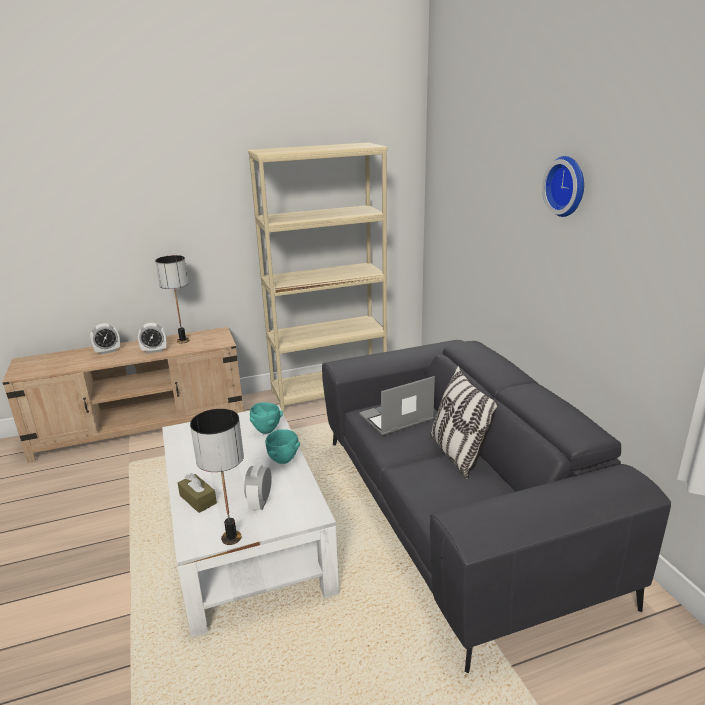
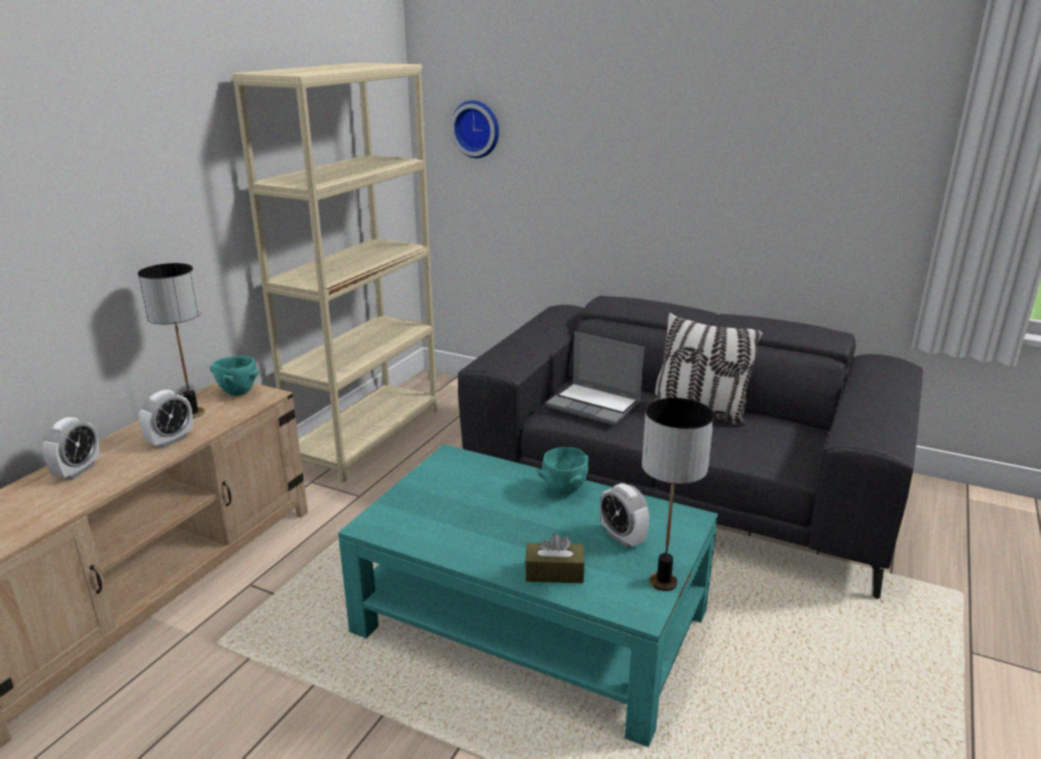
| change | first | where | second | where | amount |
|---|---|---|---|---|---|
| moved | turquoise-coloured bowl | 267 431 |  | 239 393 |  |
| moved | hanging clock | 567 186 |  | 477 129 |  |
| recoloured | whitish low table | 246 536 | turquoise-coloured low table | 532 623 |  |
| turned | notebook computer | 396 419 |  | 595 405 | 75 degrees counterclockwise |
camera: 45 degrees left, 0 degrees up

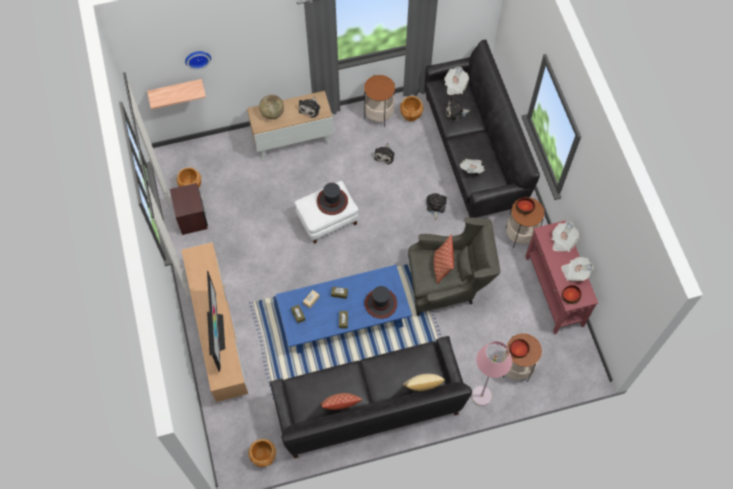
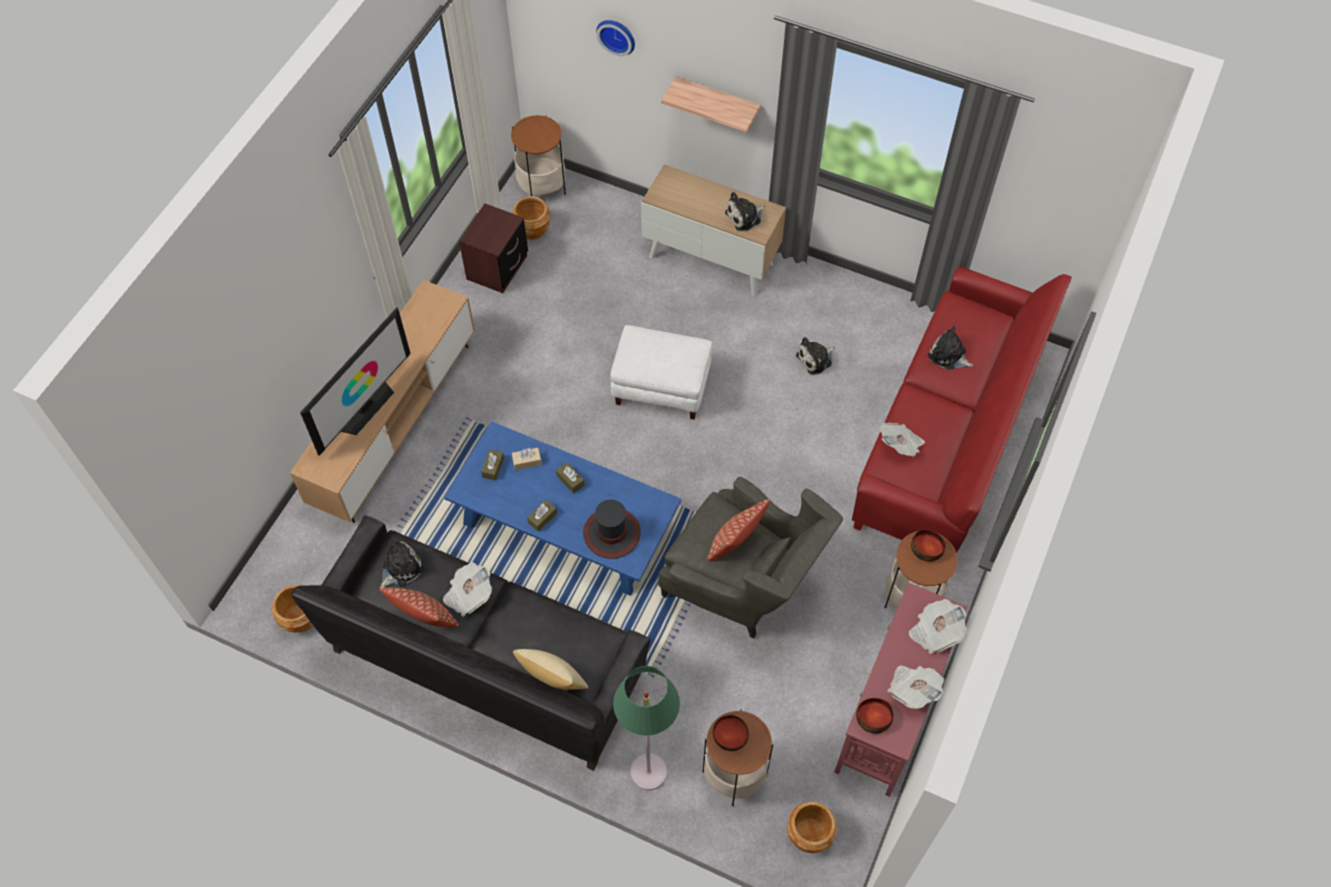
| change | first | where | second | where | amount |
|---|---|---|---|---|---|
| removed | desk globe | 272 113 |  |  |  |
| removed | wearable hat | 332 201 |  |  |  |
| moved | wall shelf | 176 90 |  | 717 102 |  |
| moved | accent table | 378 114 |  | 542 187 |  |
| moved | brownish flower pot | 411 115 |  | 809 834 |  |
| moved | cuddly toy | 435 206 |  | 401 568 |  |
| moved | daily paper | 455 85 |  | 468 595 |  |
| recoloured | black sofa | 473 152 | red-coloured sofa | 946 439 |  |
| recoloured | pink-coloured floor lamp | 481 396 | greenish floor lamp | 648 772 |  |
camera: 40 degrees right, 5 degrees down

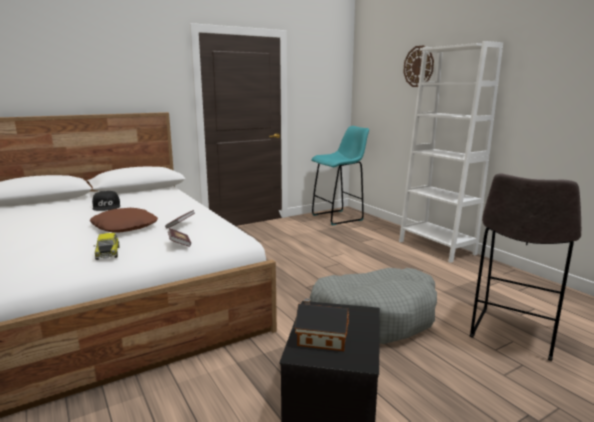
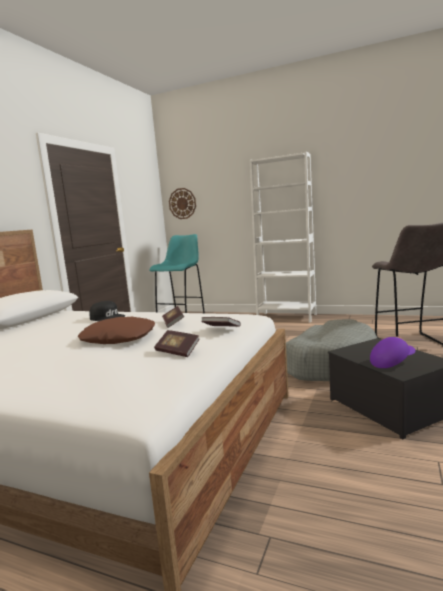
| change | first | where | second | where | amount |
|---|---|---|---|---|---|
| moved | black cap | 107 206 |  | 108 317 |  |
| moved | hanging clock | 418 66 |  | 182 203 |  |
| replaced | miniature car | 107 253 | bound book | 177 352 |  |
| replaced | miniature house | 320 339 | purple cap | 391 362 |  |
camera: 35 degrees left, 5 degrees down

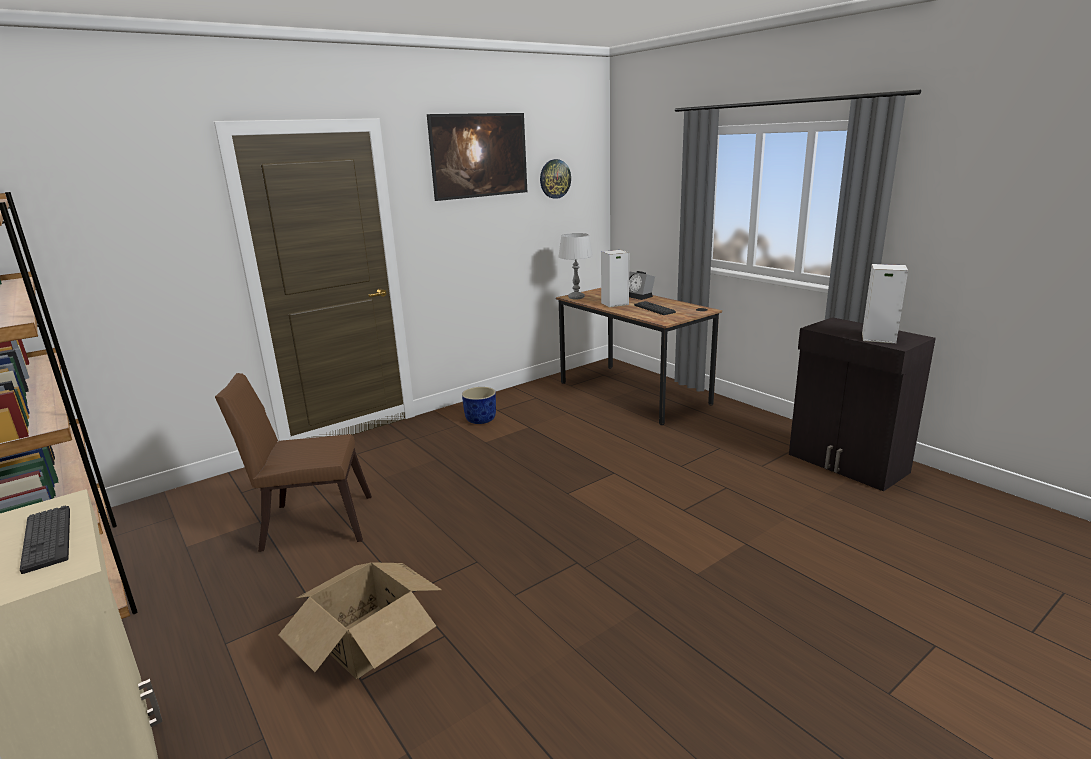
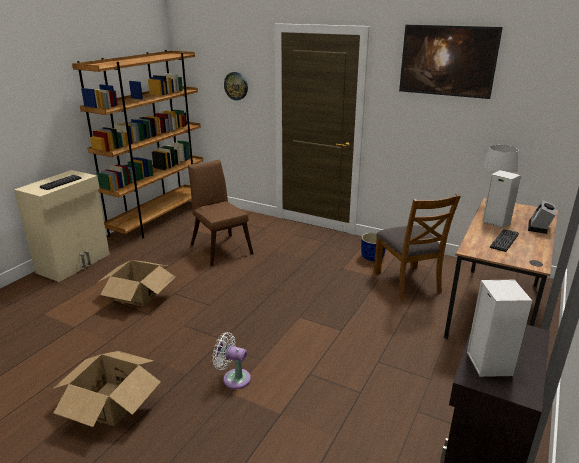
| change | first | where | second | where | amount |
|---|---|---|---|---|---|
| added |  |  | carton | 110 403 |  |
| added |  |  | whitish cooling fan | 234 378 |  |
| added |  |  | brownish plain chair | 407 282 |  |
| moved | hanging clock | 555 179 |  | 236 86 |  |
camera: 65 degrees right, 5 degrees up

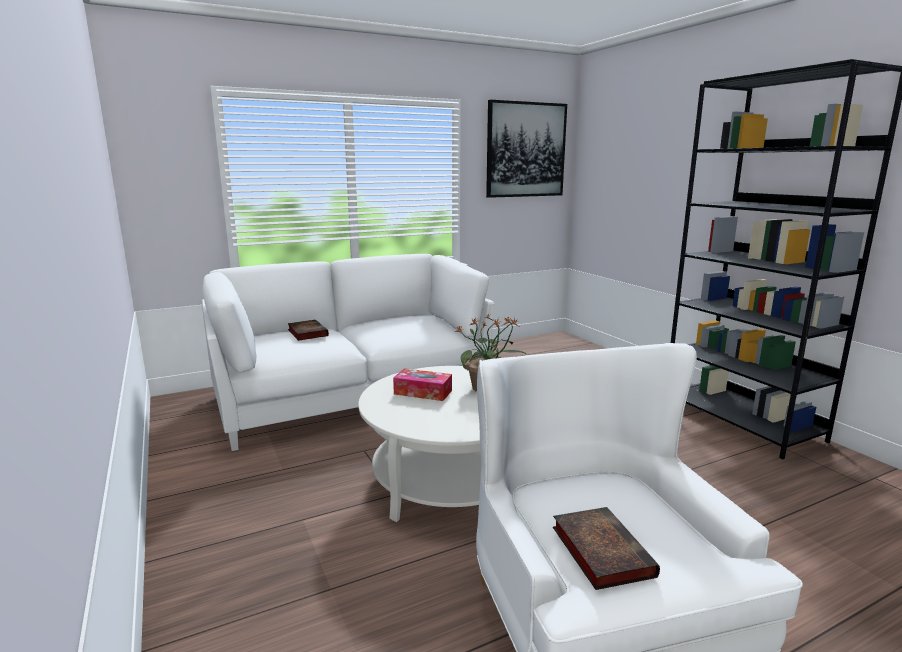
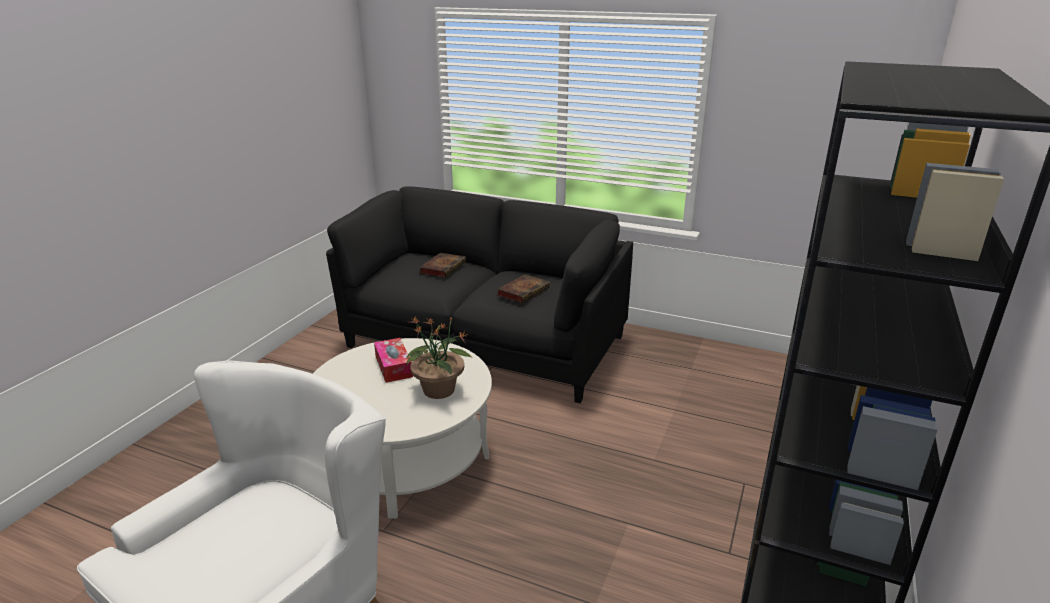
| change | first | where | second | where | amount |
|---|---|---|---|---|---|
| removed | wall picture | 525 150 |  |  |  |
| moved | bound book | 599 550 |  | 523 291 |  |
| recoloured | whitish sofa | 350 397 | black sofa | 485 342 |  |
camera: 50 degrees right, 10 degrees up

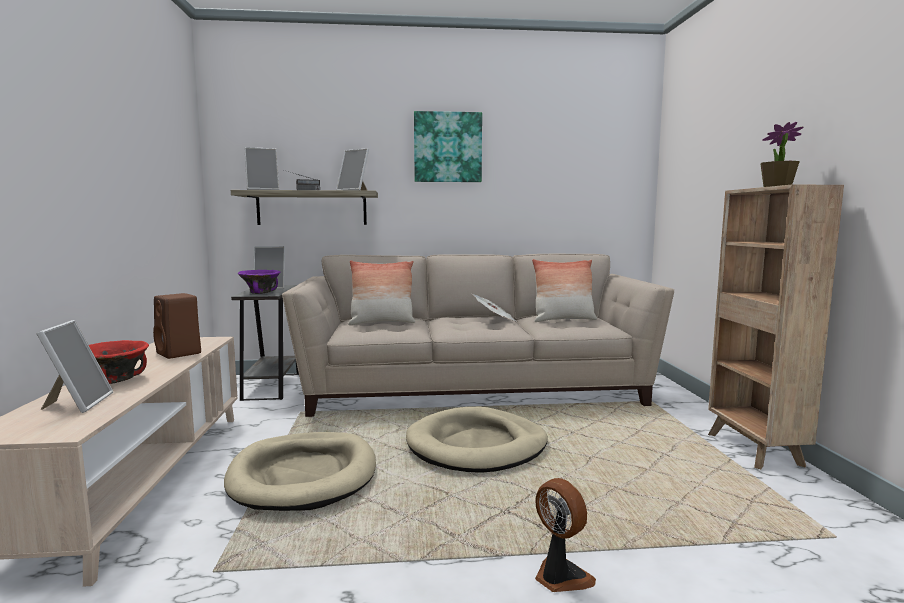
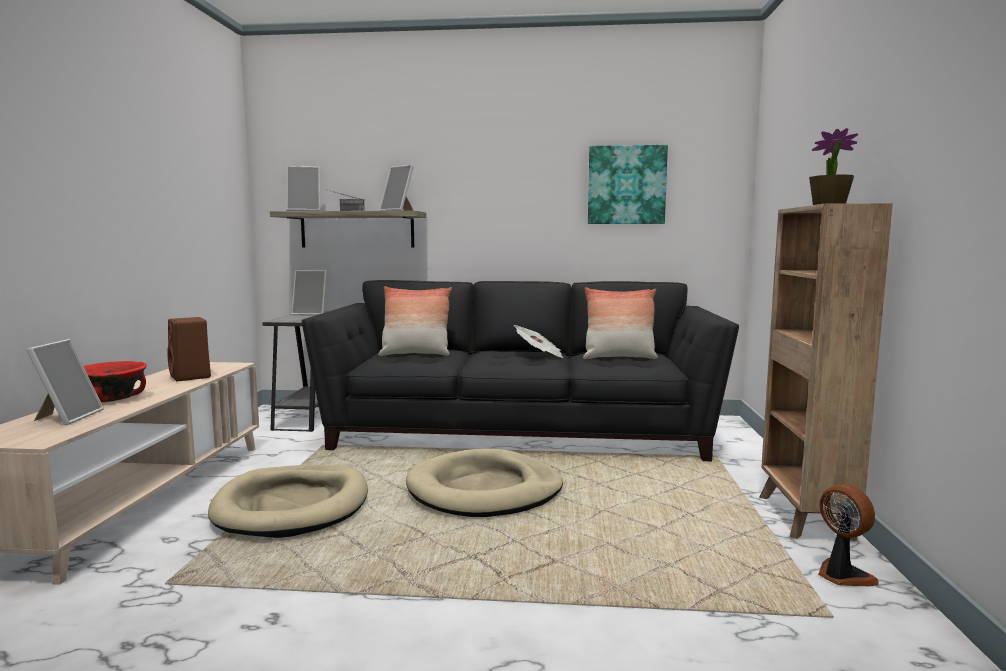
| change | first | where | second | where | amount |
|---|---|---|---|---|---|
| removed | purple bowl | 260 293 |  |  |  |
| moved | wall picture | 447 147 |  | 626 185 |  |
| moved | cooling fan | 560 577 |  | 842 575 |  |
| recoloured | beige sofa | 474 388 | black sofa | 519 431 |  |
camera: 10 degrees right, 0 degrees up

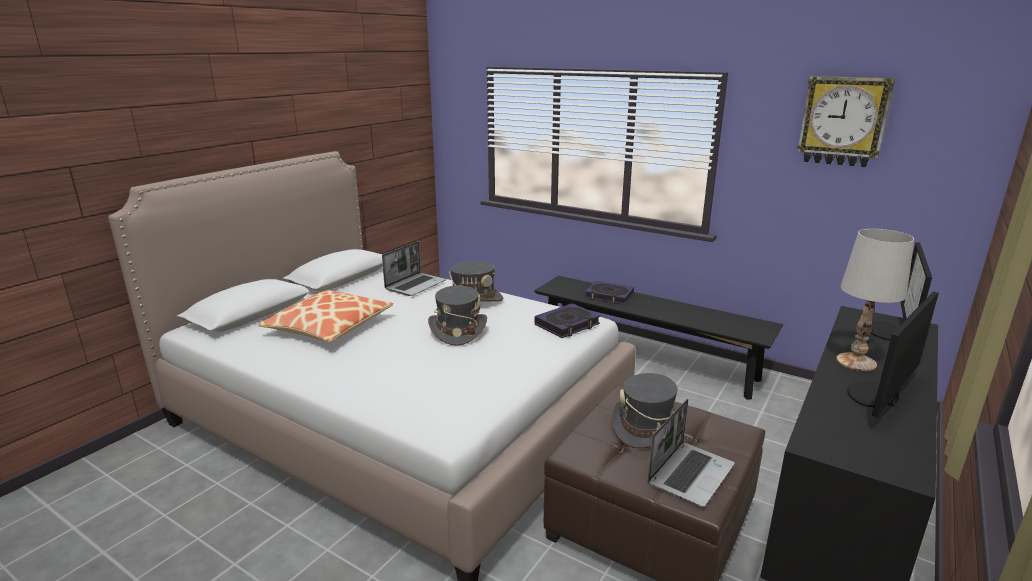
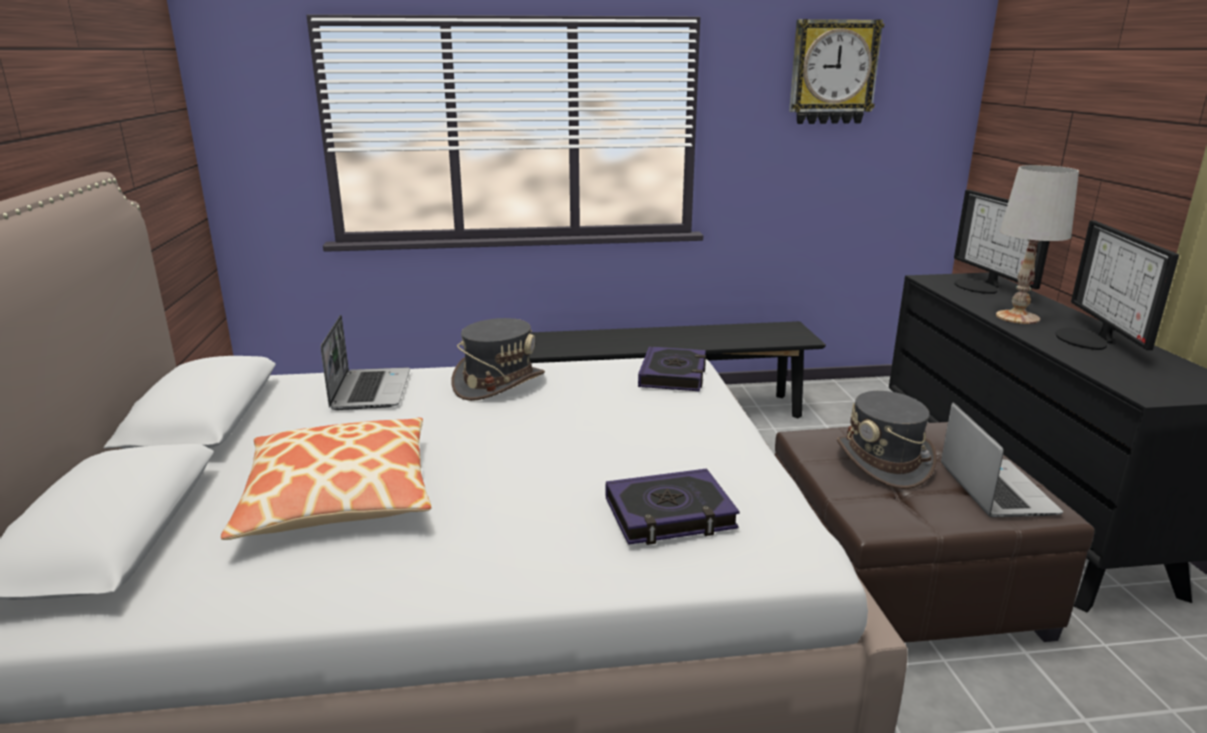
| change | first | where | second | where | amount |
|---|---|---|---|---|---|
| removed | grey wearable hat | 458 330 |  |  |  |
| moved | bound book | 609 296 |  | 669 514 |  |
camera: 40 degrees left, 0 degrees up

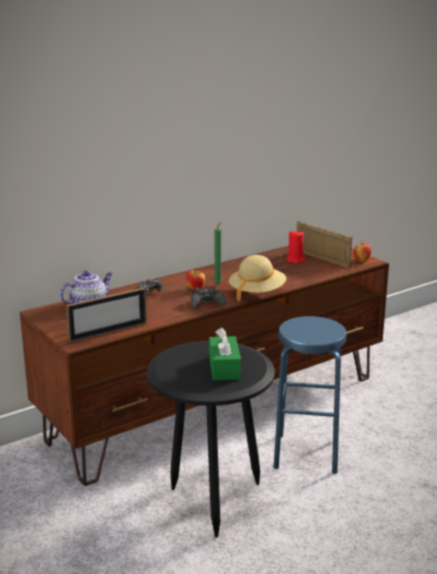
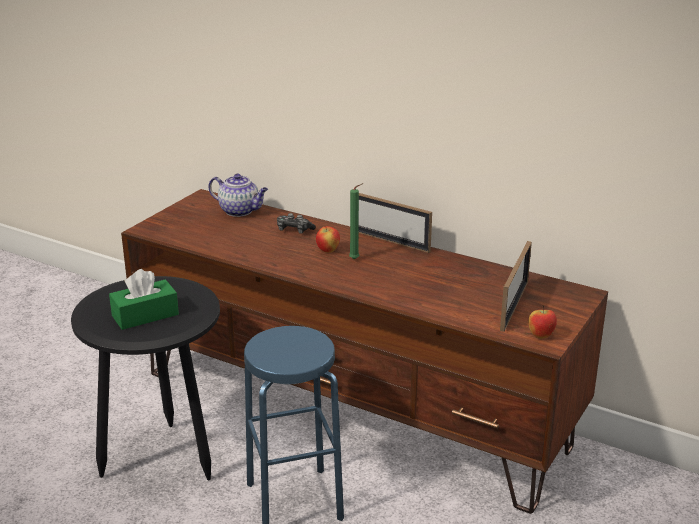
| change | first | where | second | where | amount |
|---|---|---|---|---|---|
| removed | black joypad | 207 303 |  |  |  |
| removed | beige wearable hat | 257 293 |  |  |  |
| removed | red-coloured wax light | 295 260 |  |  |  |
| moved | photo frame | 108 332 |  | 389 240 |  |
camera: 65 degrees right, 5 degrees up

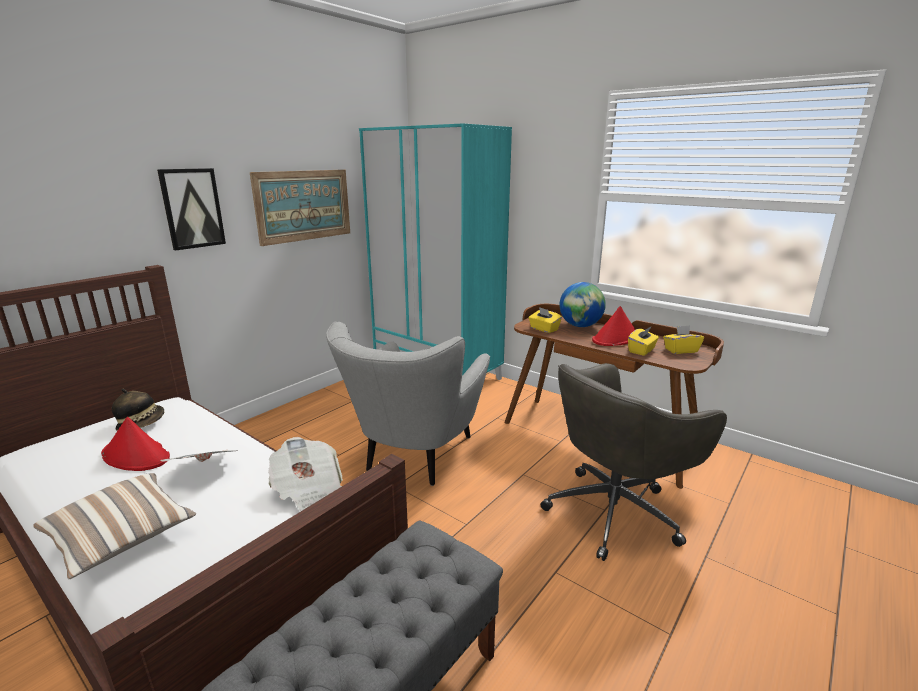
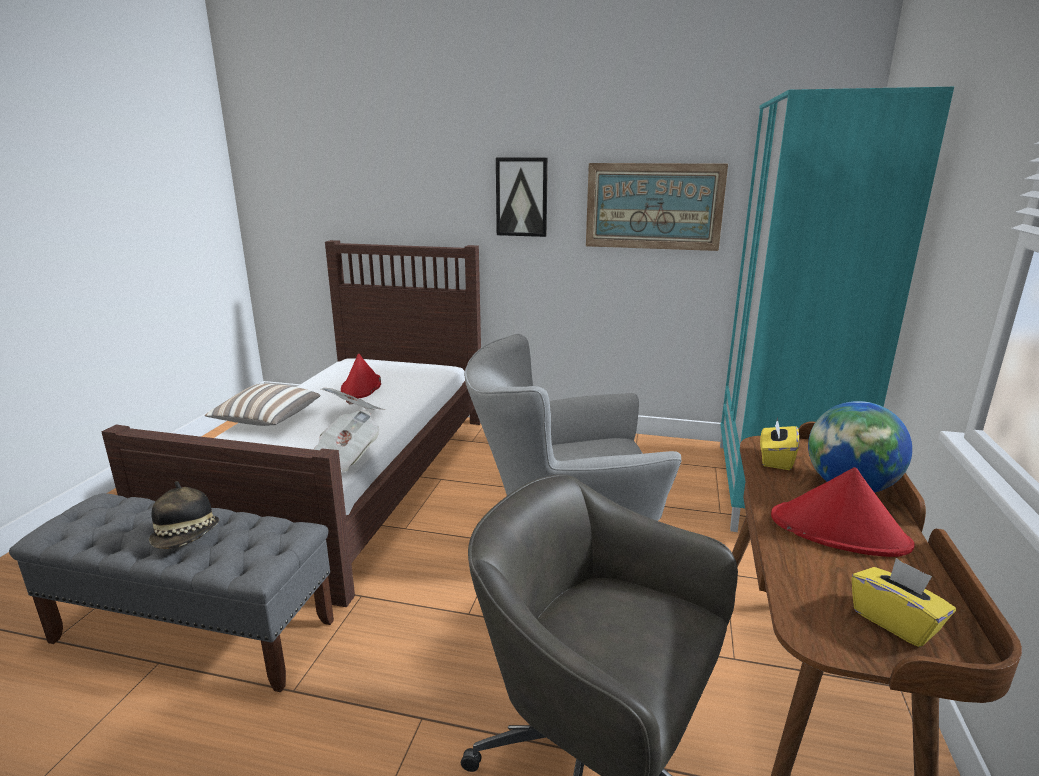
| change | first | where | second | where | amount |
|---|---|---|---|---|---|
| removed | yellow tissue box | 642 350 |  |  |  |
| moved | wearable hat | 142 423 |  | 187 538 |  |
camera: 65 degrees right, 0 degrees up

